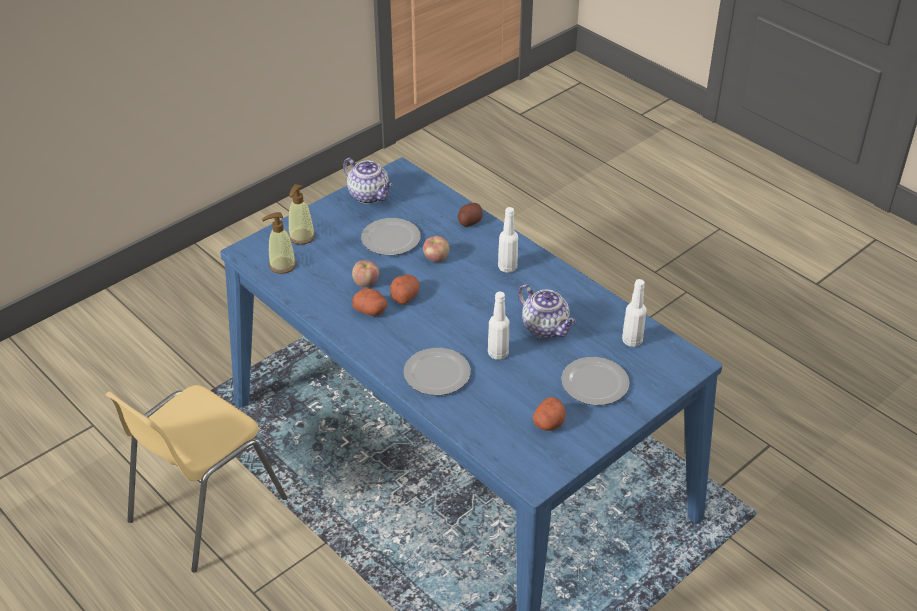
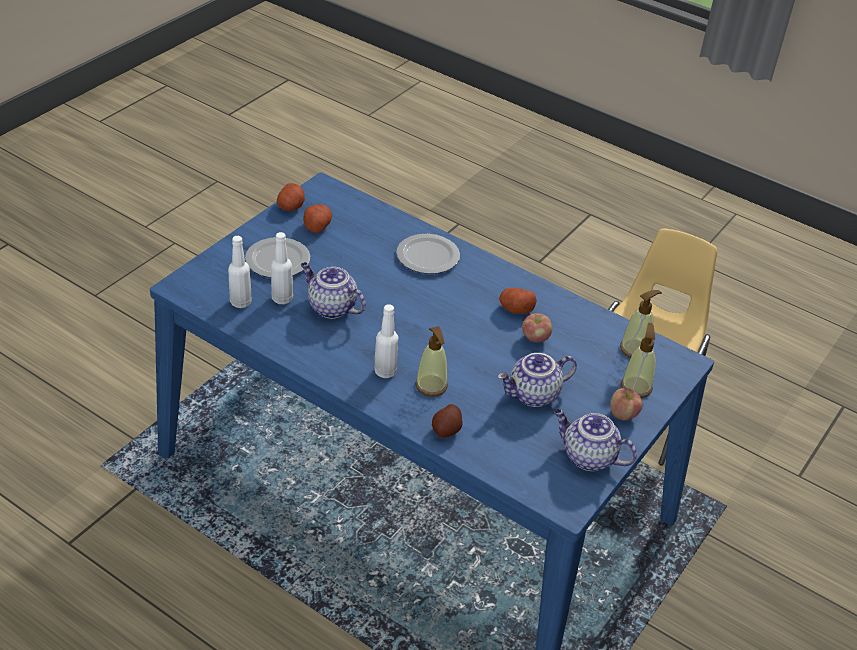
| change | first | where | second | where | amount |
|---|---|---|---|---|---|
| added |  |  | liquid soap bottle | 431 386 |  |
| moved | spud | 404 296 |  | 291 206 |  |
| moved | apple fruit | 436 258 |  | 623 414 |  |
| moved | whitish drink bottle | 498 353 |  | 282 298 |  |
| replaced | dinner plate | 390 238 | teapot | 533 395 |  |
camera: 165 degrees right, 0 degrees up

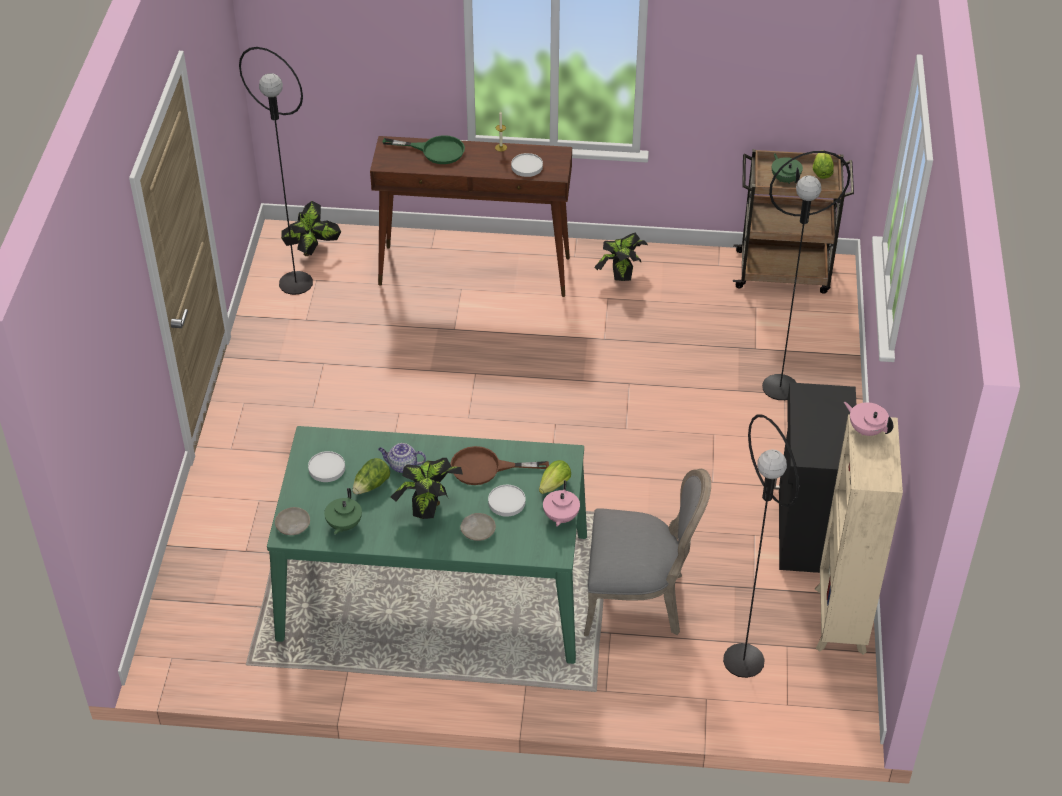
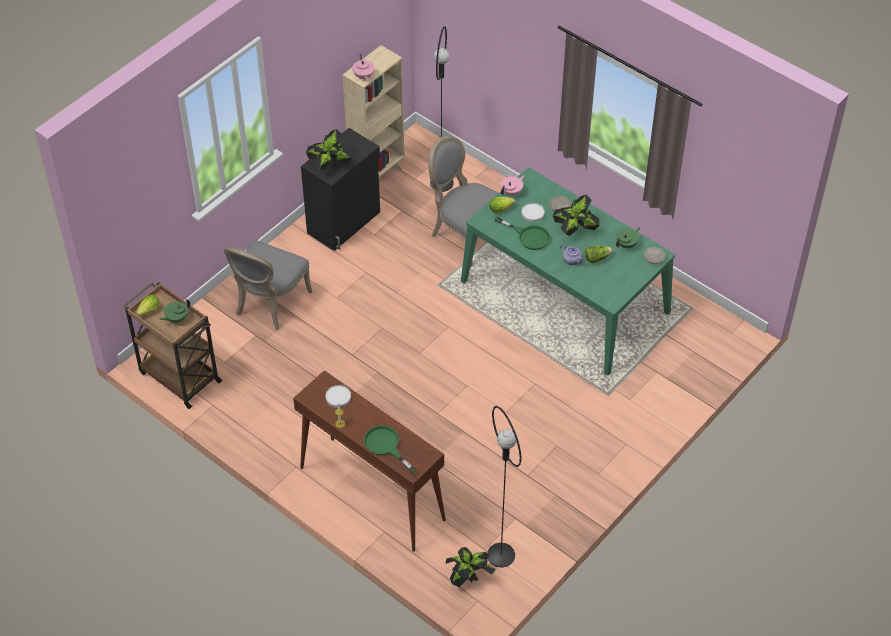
| change | first | where | second | where | amount |
|---|---|---|---|---|---|
| removed | whitish dinner plate | 326 468 |  |  |  |
| moved | houseplant | 621 276 |  | 330 166 |  |
| replaced | black floor lamp | 780 387 | grey plain chair | 269 304 |  |
| recoloured | brownish pan | 485 468 | greenish pan | 528 236 |  |
| turned | greenish teapot | 785 179 |  | 176 318 | 45 degrees clockwise |
camera: 145 degrees left, 5 degrees up

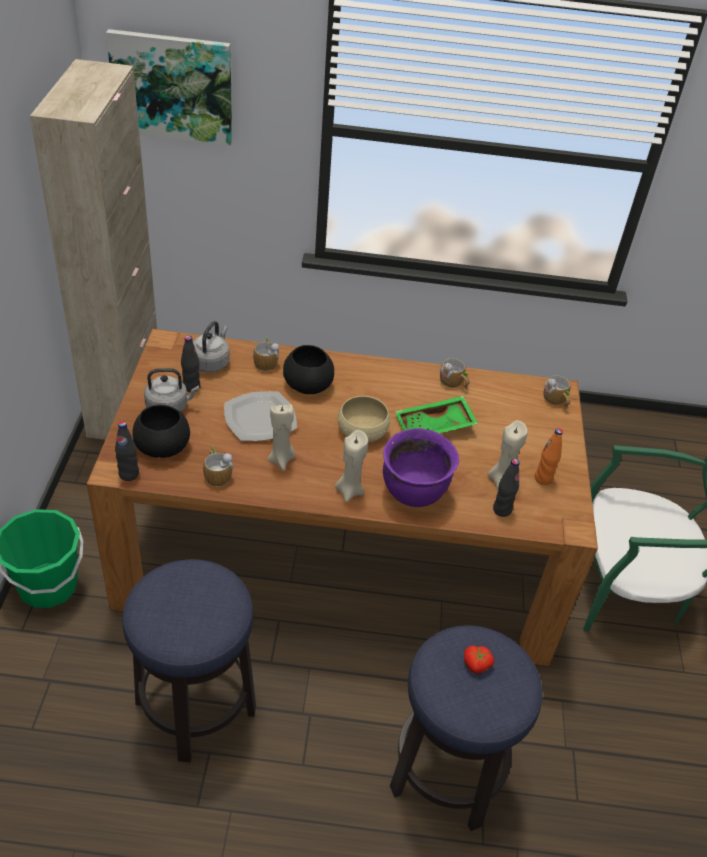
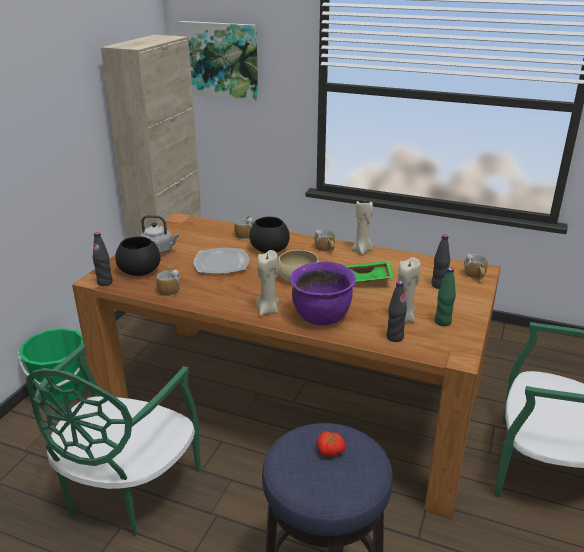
| change | first | where | second | where | amount |
|---|---|---|---|---|---|
| removed | grey tea kettle | 211 362 |  |  |  |
| moved | black drink bottle | 191 387 |  | 438 285 |  |
| moved | beige wax light | 281 459 |  | 362 250 |  |
| moved | mug | 454 383 |  | 326 249 |  |
| replaced | stool | 195 706 | greenish plain chair | 126 490 |  |
| recoloured | orange drink bottle | 543 478 | greenish drink bottle | 442 322 |  |
camera: 20 degrees right, 15 degrees down

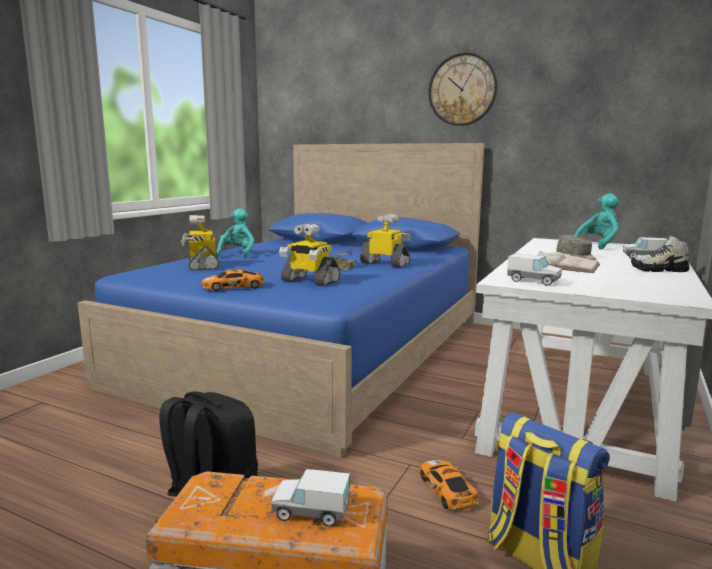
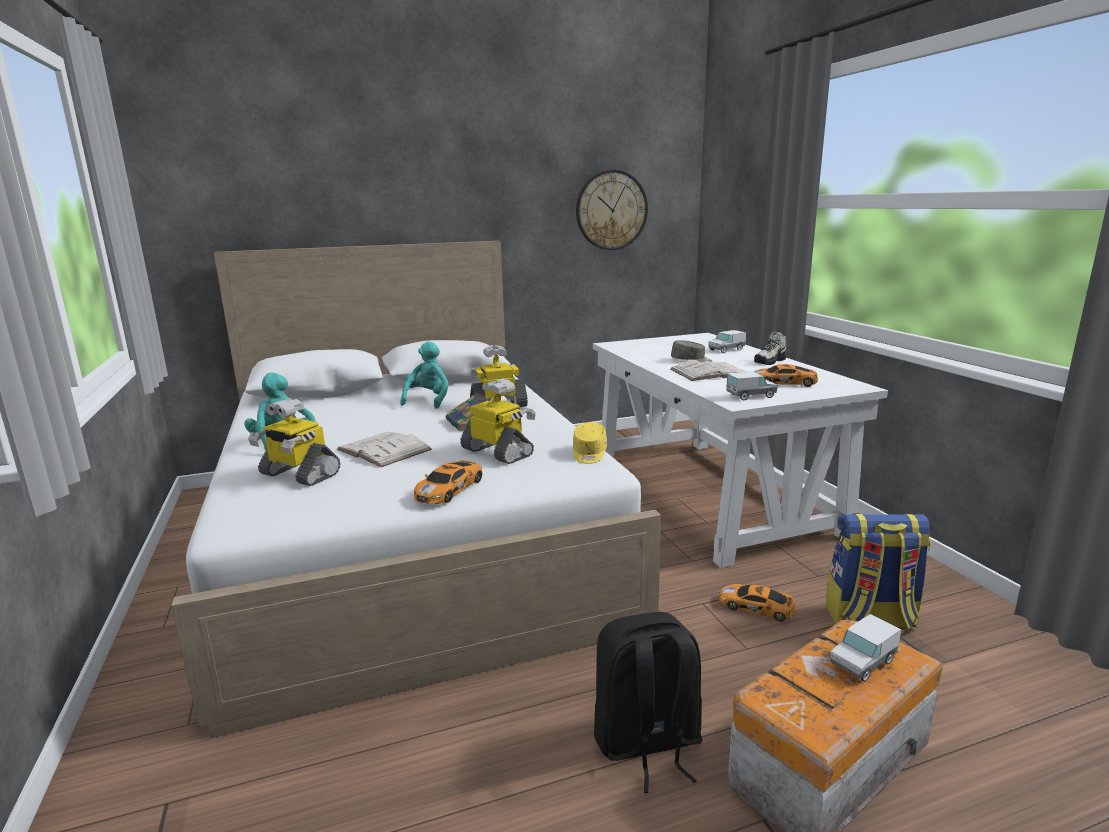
| change | first | where | second | where | amount |
|---|---|---|---|---|---|
| added |  |  | whitish bound book | 384 449 |  |
| added |  |  | yellow cap | 589 453 |  |
| added |  |  | miniature car | 784 383 |  |
| moved | hanging clock | 462 90 |  | 611 210 |  |
| moved | turquoise-coloured cuddly toy | 598 245 |  | 428 400 |  |
| recoloured | blue bedroom bed | 314 351 | whitish bedroom bed | 412 538 |  |
| turned | toy robot | 309 281 |  | 498 452 | 120 degrees counterclockwise |
camera: 45 degrees left, 5 degrees up

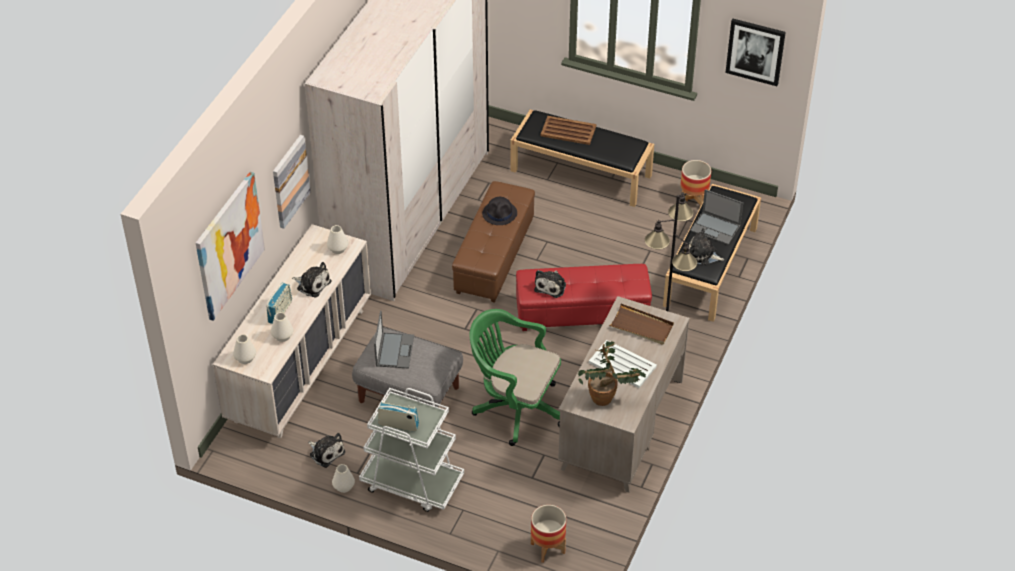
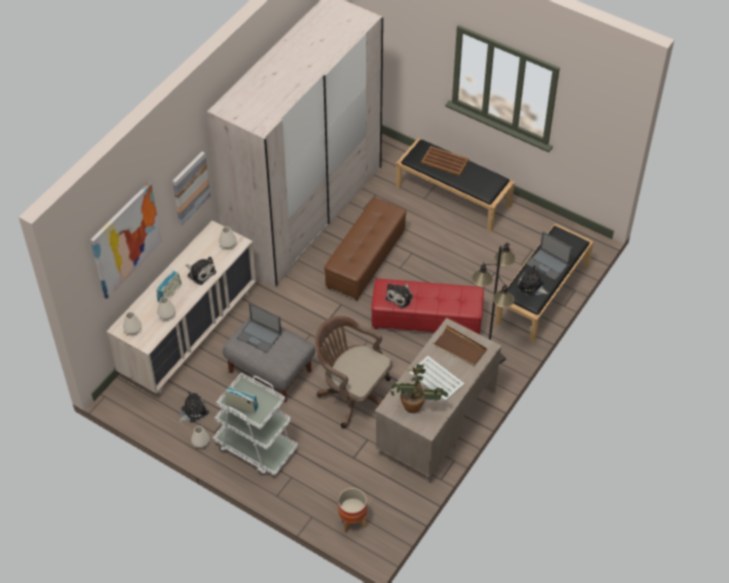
| change | first | where | second | where | amount |
|---|---|---|---|---|---|
| removed | black wearable hat | 500 213 |  |  |  |
| removed | flower pot | 693 200 |  |  |  |
| removed | wall picture | 755 51 |  |  |  |
| recoloured | greenish computer chair | 515 408 | brownish computer chair | 353 395 |  |
| turned | cuddly toy | 326 452 |  | 193 411 | 90 degrees counterclockwise |
| turned | notebook computer | 395 350 |  | 259 336 | 105 degrees clockwise |
camera: 10 degrees right, 5 degrees up

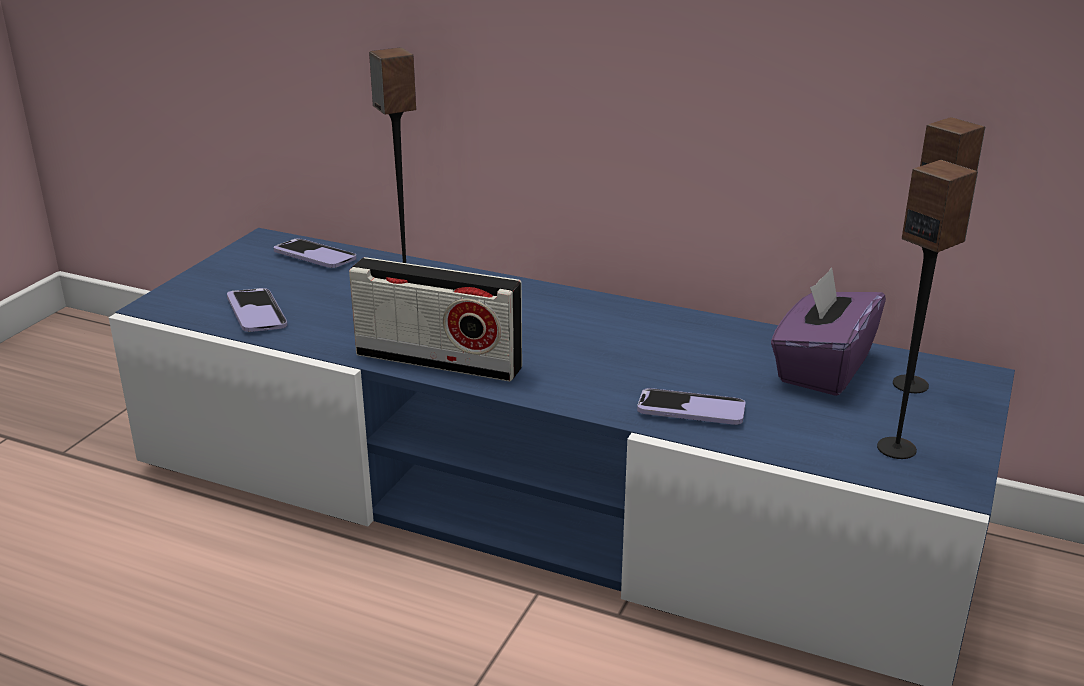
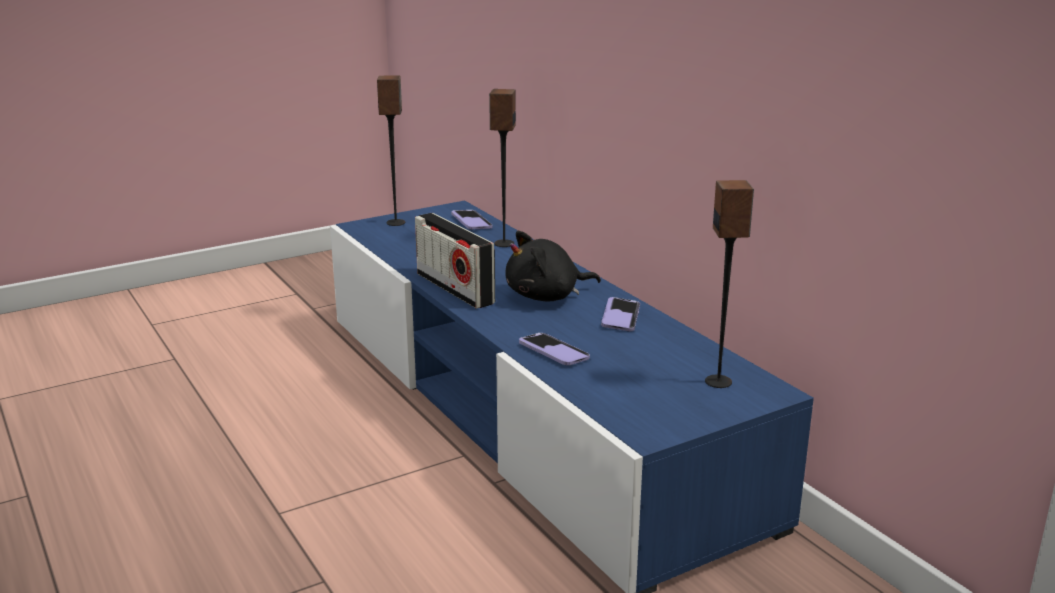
| change | first | where | second | where | amount |
|---|---|---|---|---|---|
| removed | purple tissue box | 822 368 |  |  |  |
| added |  |  | black cuddly toy | 547 296 |  |
| moved | handset | 256 313 |  | 621 316 |  |
| moved | speaker | 897 448 |  | 396 223 |  |
camera: 35 degrees right, 5 degrees down

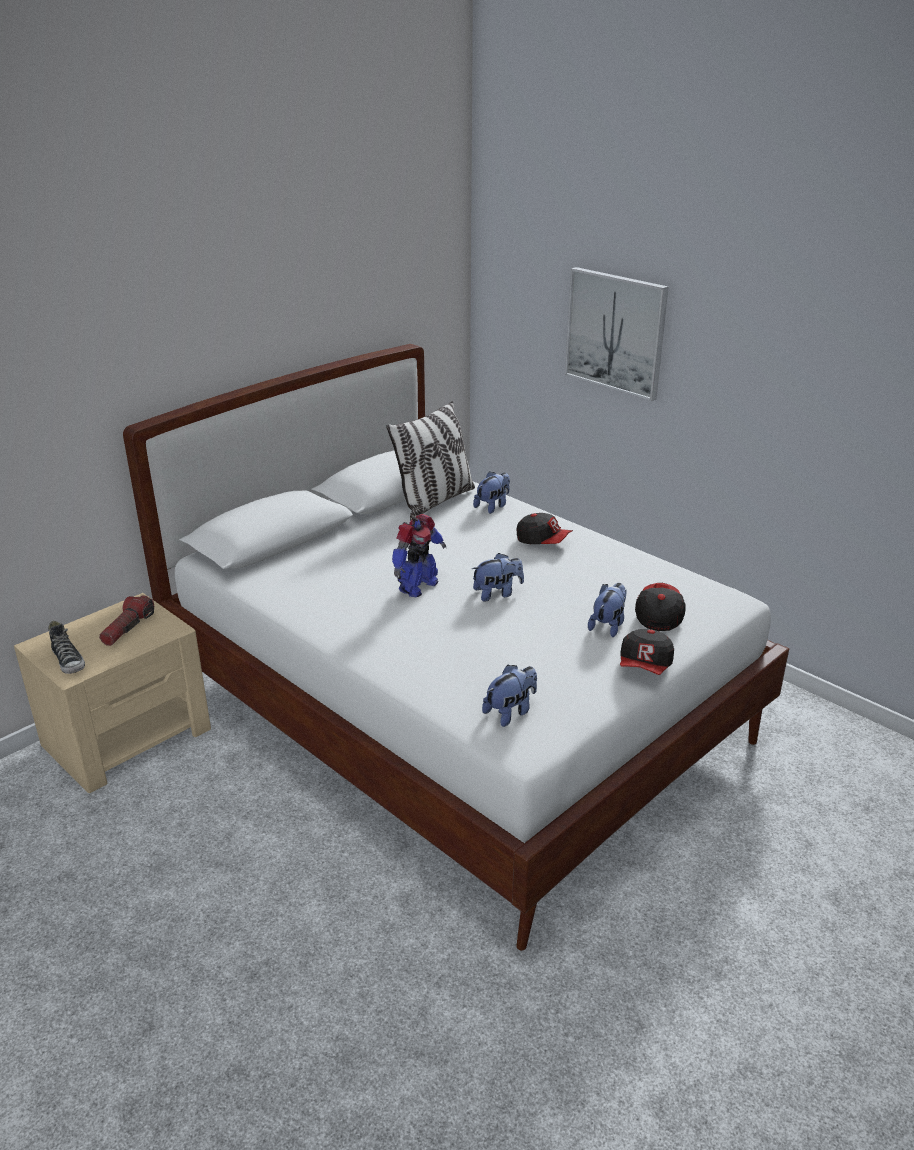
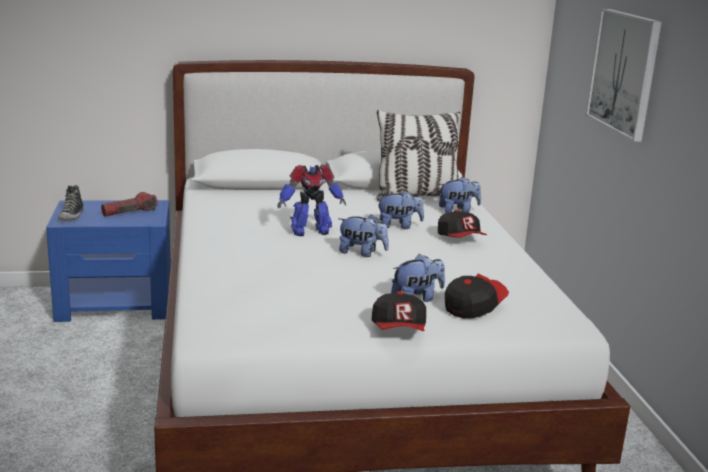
| change | first | where | second | where | amount |
|---|---|---|---|---|---|
| moved | cuddly toy | 510 712 |  | 399 226 |  |
| recoloured | beige bedside table | 128 736 | blue bedside table | 116 303 |  |
| turned | cap | 645 666 |  | 399 330 | 60 degrees counterclockwise |
camera: 35 degrees right, 10 degrees down

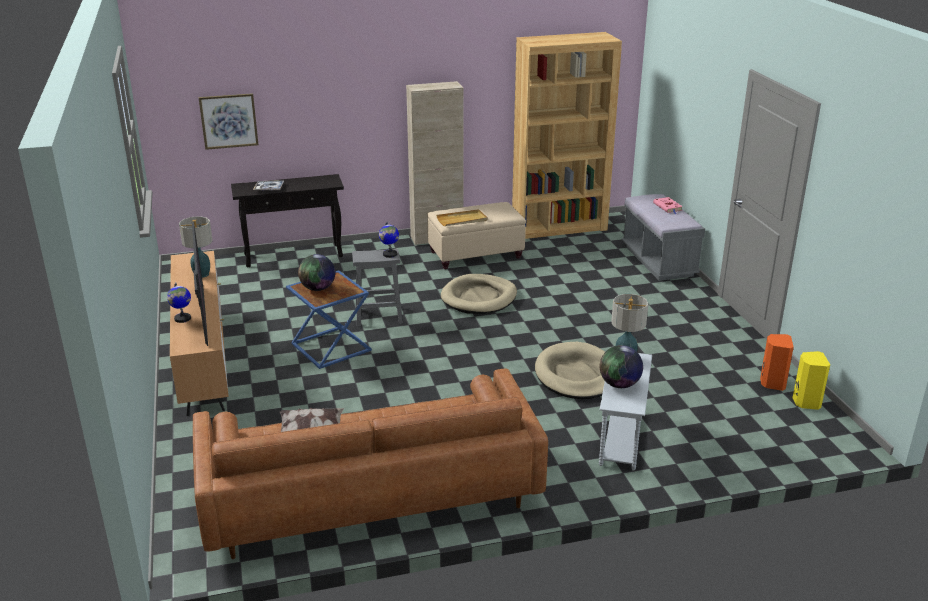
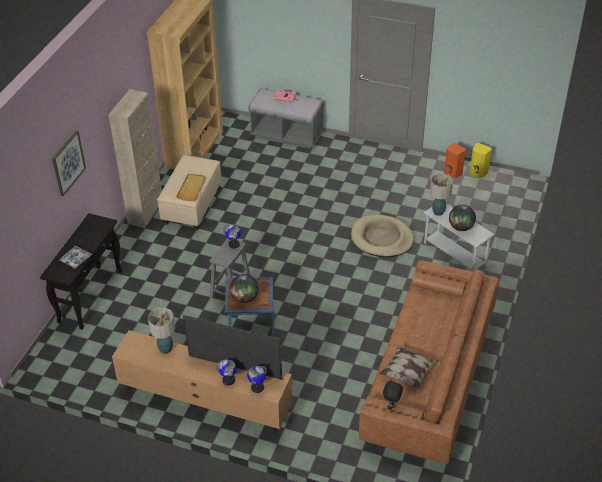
| change | first | where | second | where | amount |
|---|---|---|---|---|---|
| removed | beige pet bed | 479 298 |  |  |  |
| added |  |  | desk globe | 257 387 |  |
| added |  |  | black cuddly toy | 392 405 |  |
| moved | wall picture | 228 121 |  | 68 163 |  |
camera: 55 degrees left, 15 degrees up

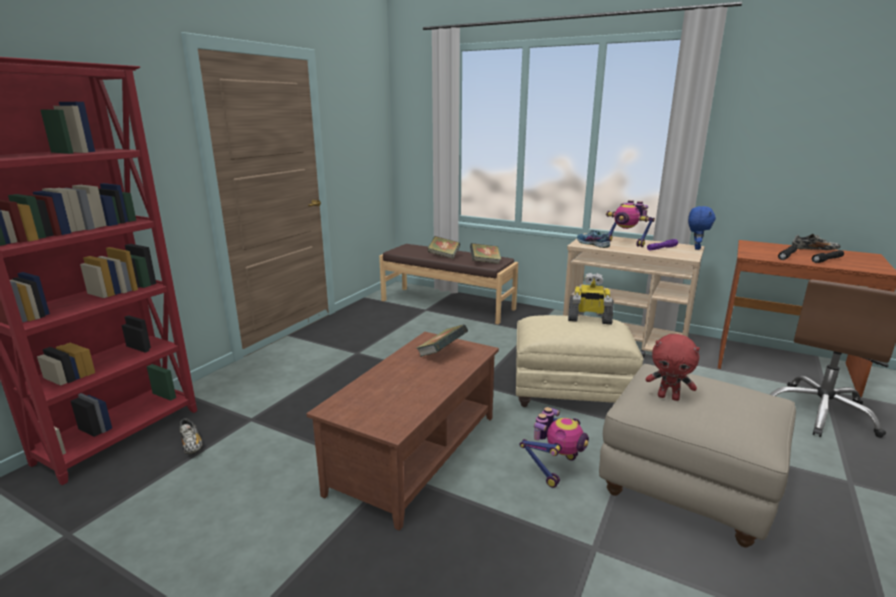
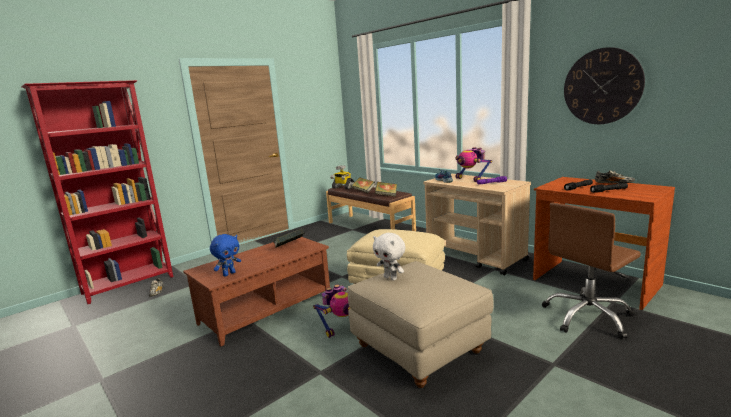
| change | first | where | second | where | amount |
|---|---|---|---|---|---|
| added |  |  | hanging clock | 602 86 |  |
| moved | toy robot | 589 319 |  | 343 187 |  |
| moved | blue cuddly toy | 696 248 |  | 229 274 |  |
| recoloured | red-coloured cuddly toy | 668 397 | whitish cuddly toy | 391 278 |  |
camera: 20 degrees right, 5 degrees down

